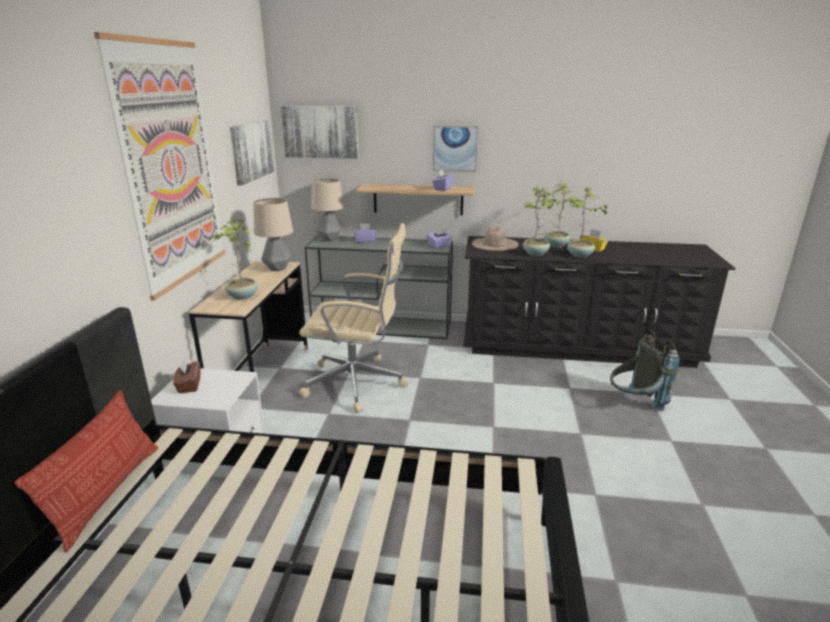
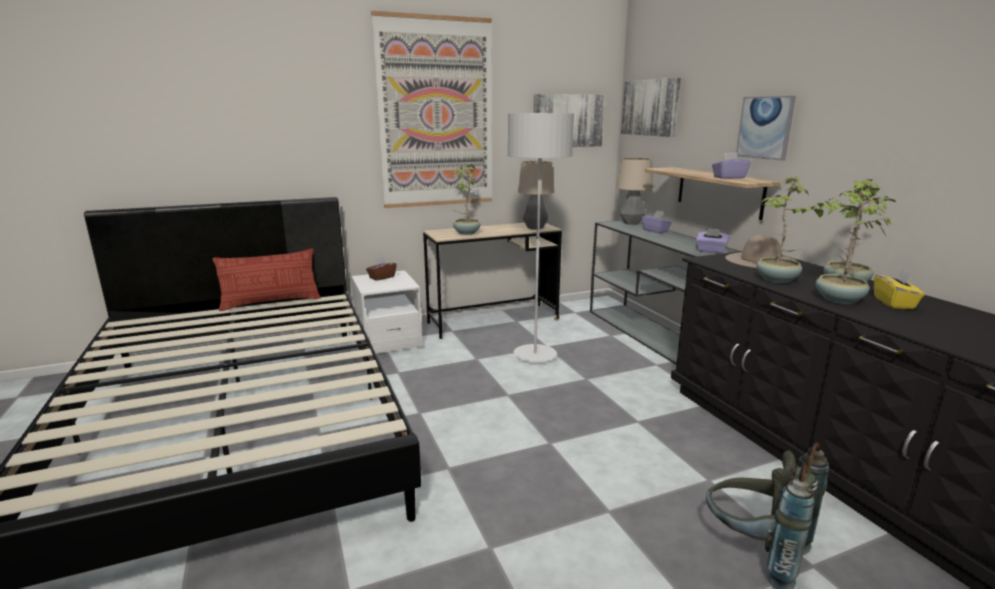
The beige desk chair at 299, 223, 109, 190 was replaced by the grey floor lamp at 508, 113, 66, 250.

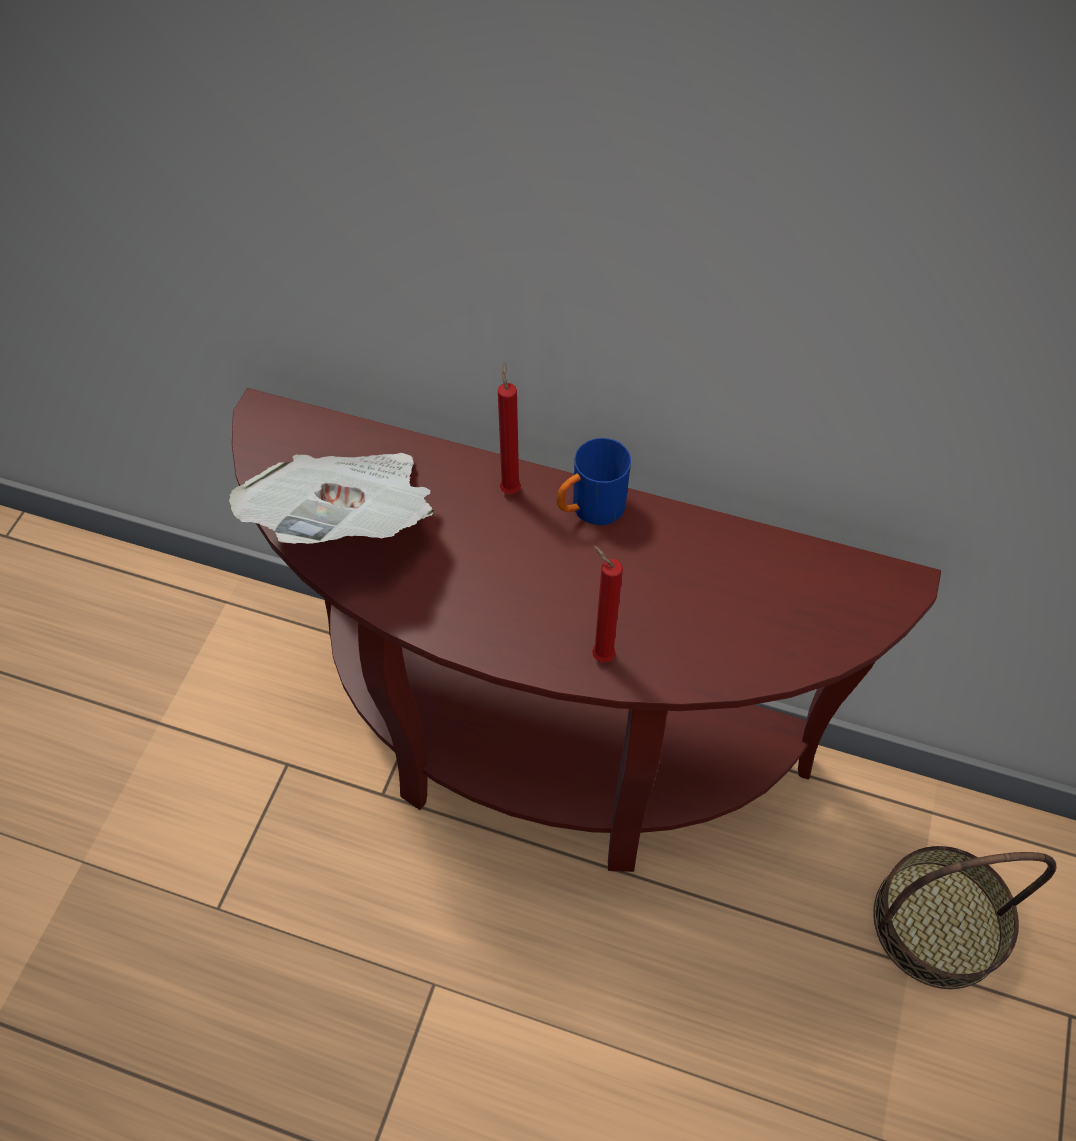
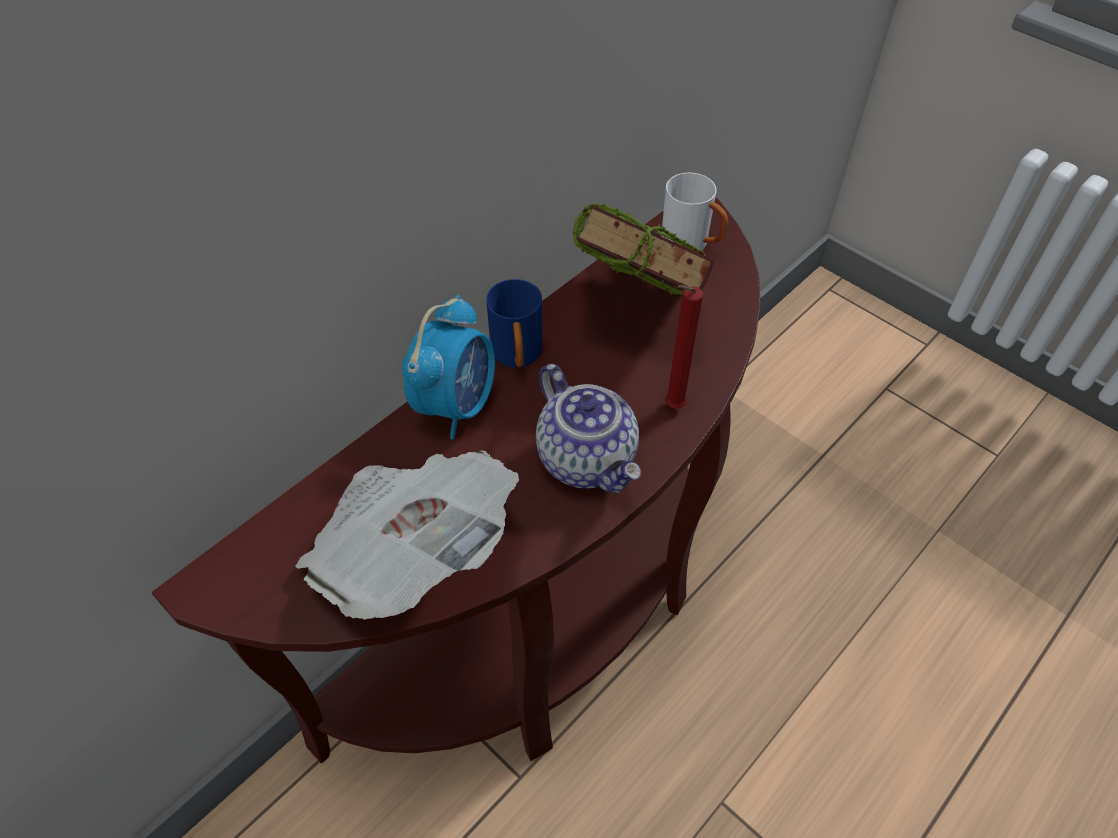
The red candle at 498, 362, 23, 132 was replaced by the bedside clock at 402, 295, 93, 145.
The storage basket at 873, 846, 184, 143 disappeared.
The teapot at 536, 364, 105, 129 appeared.
The volume at 573, 203, 142, 93 appeared.
The whitish mug at 662, 173, 66, 77 appeared.

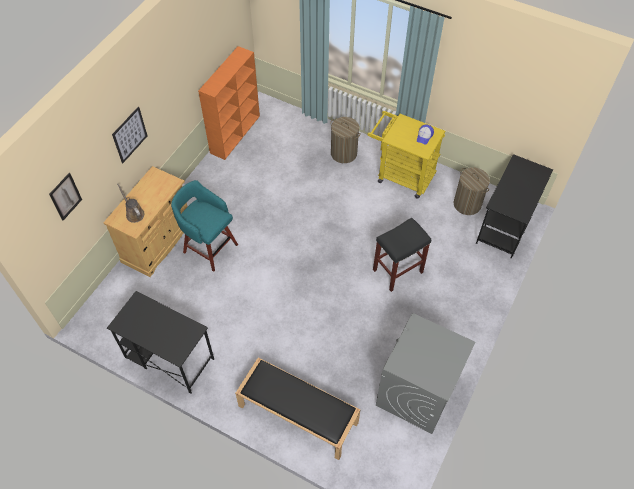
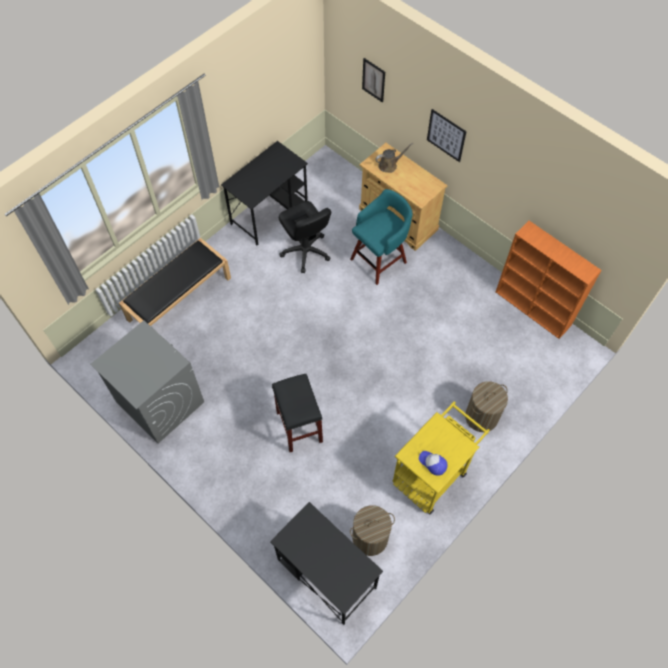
The black-coloured desk chair at 279, 201, 52, 72 appeared.

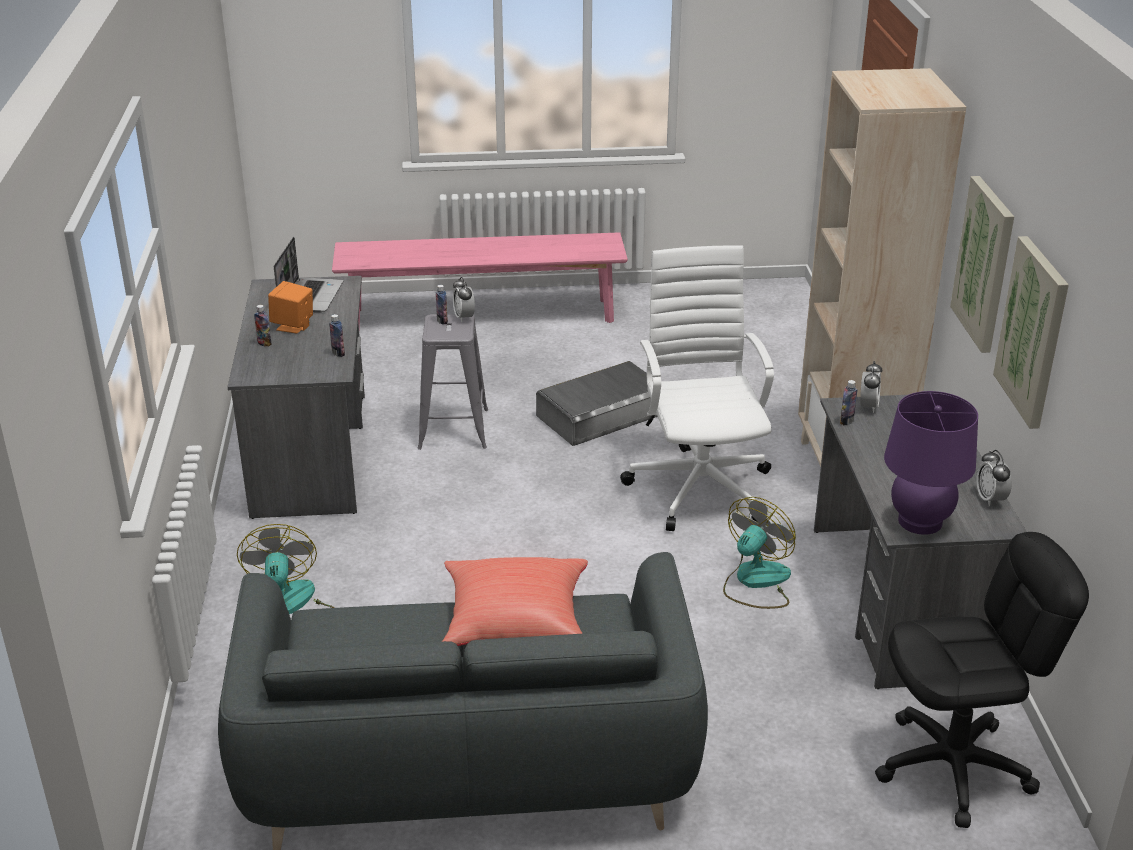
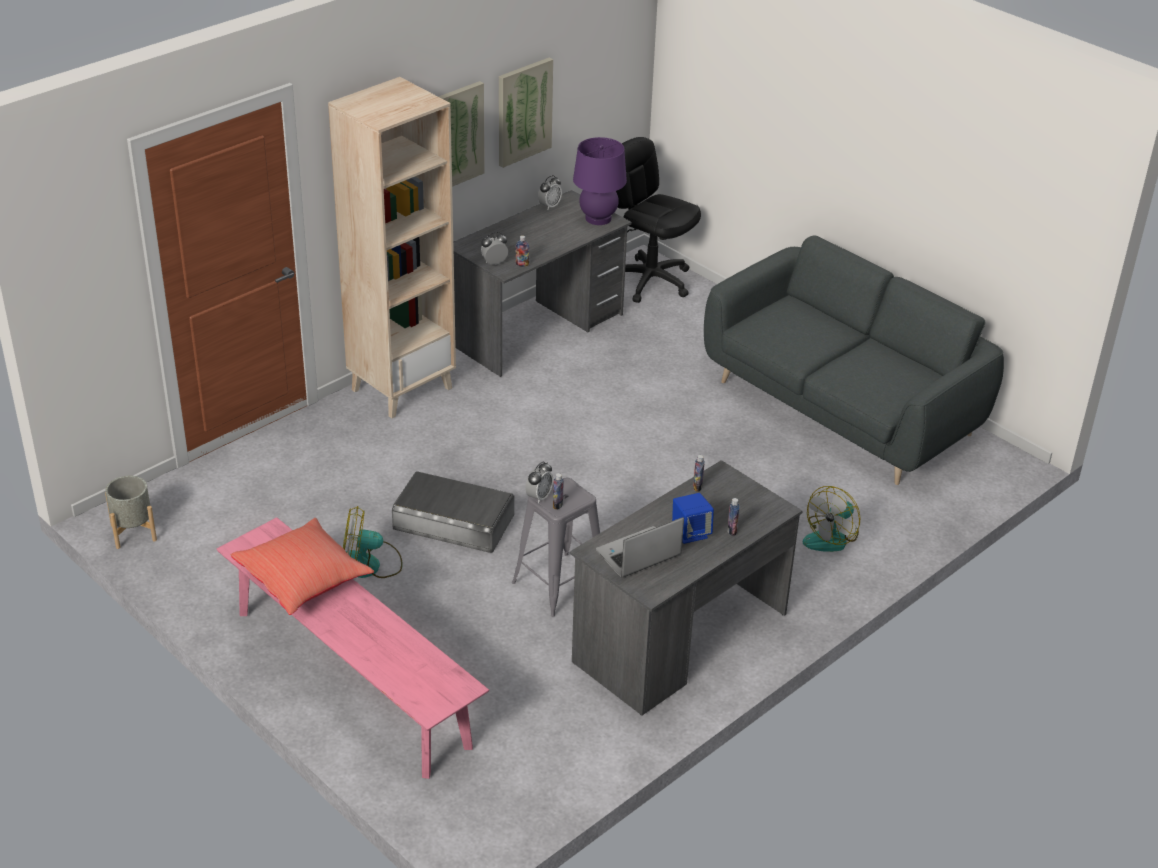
The orange-coloured speaker at 268, 281, 45, 52 became the blue speaker at 672, 493, 42, 51.
The red throw pillow moved from 442, 557, 146, 89 to 231, 518, 143, 97.
The whitish desk chair at 620, 245, 154, 286 disappeared.
The fan moved from 723, 497, 73, 112 to 343, 506, 60, 72.
The grey planter at 105, 476, 52, 73 appeared.

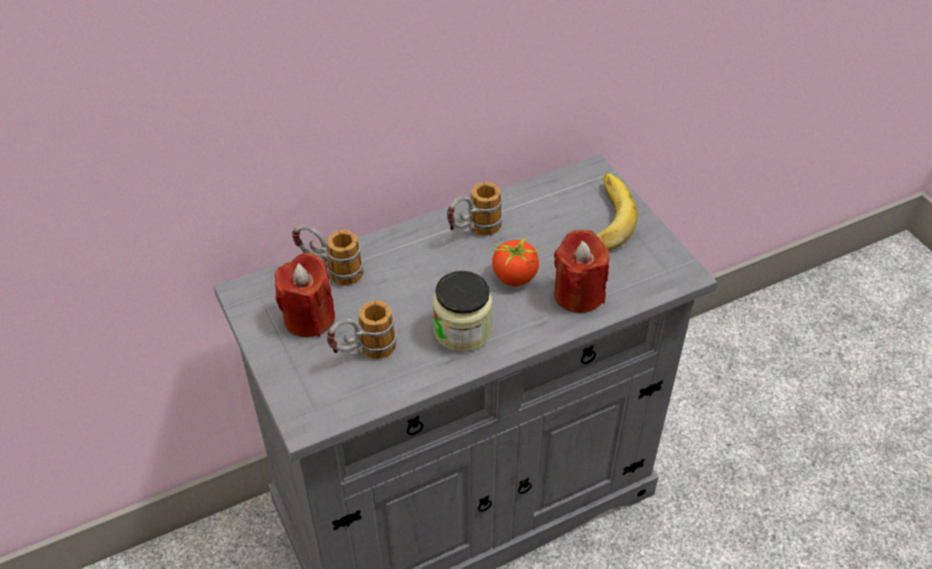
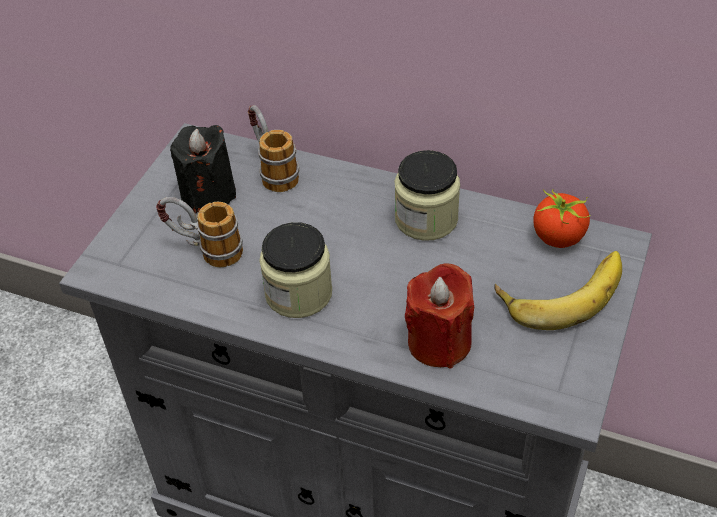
The red candle at 274, 253, 61, 84 became the black-coloured candle at 170, 125, 66, 88.
The mug at 447, 182, 56, 54 was replaced by the preserve jar at 395, 150, 65, 91.
The tomato moved from 492, 236, 50, 50 to 533, 189, 58, 59.

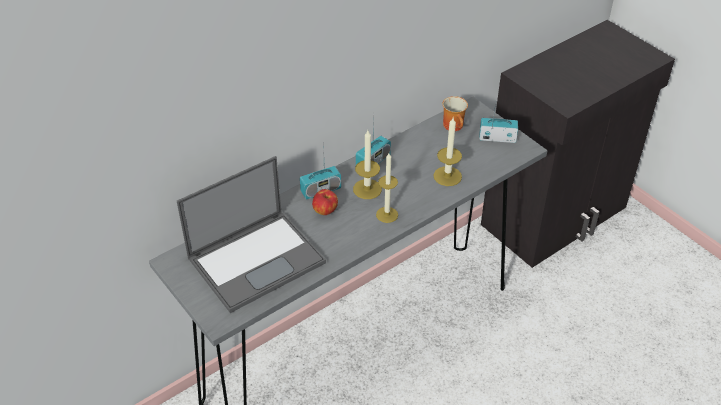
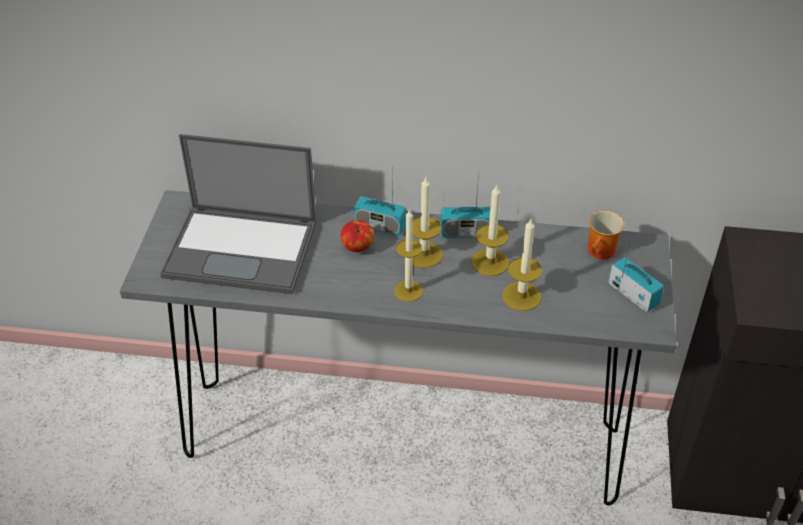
The candle at 471, 185, 38, 91 appeared.

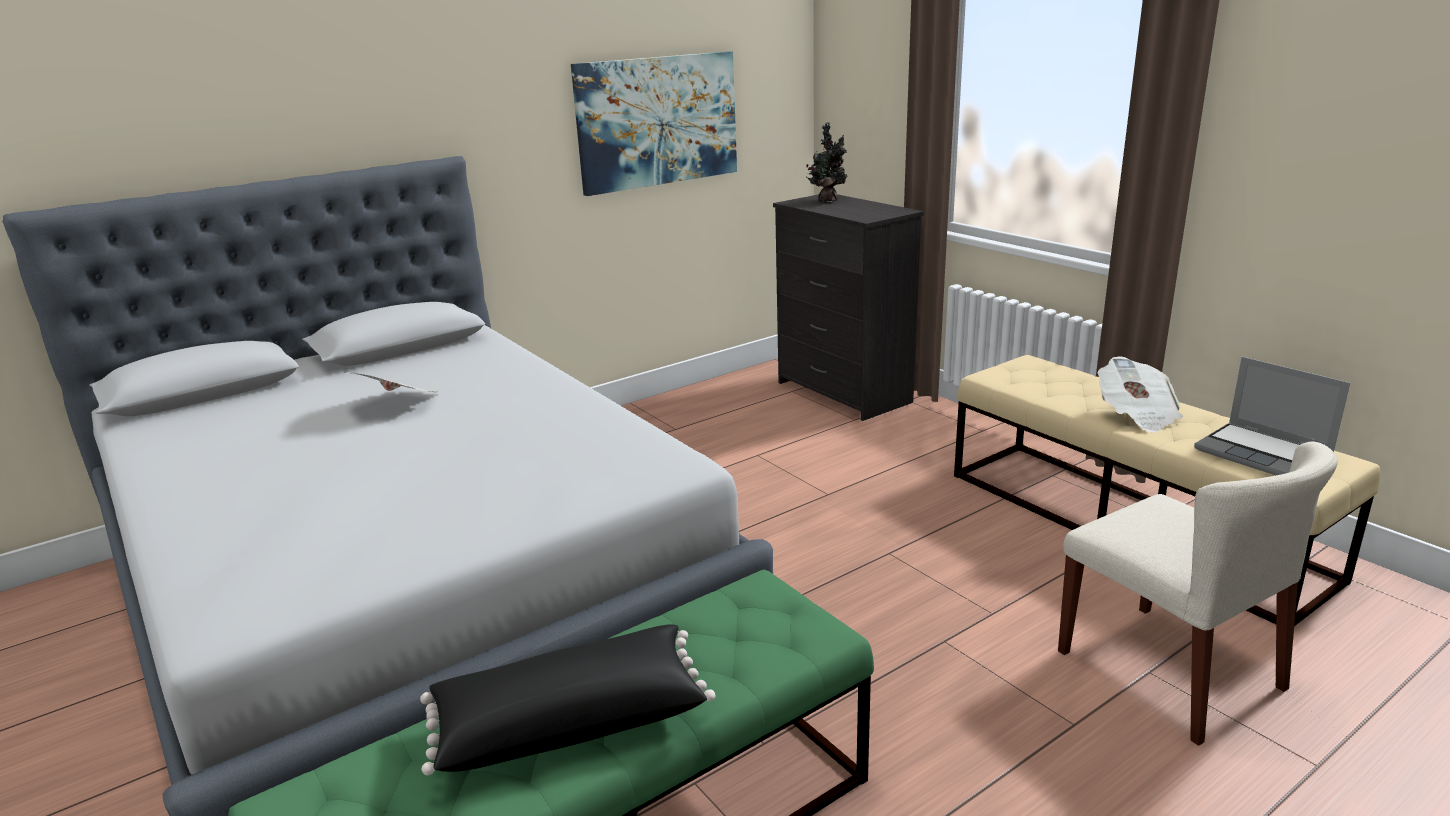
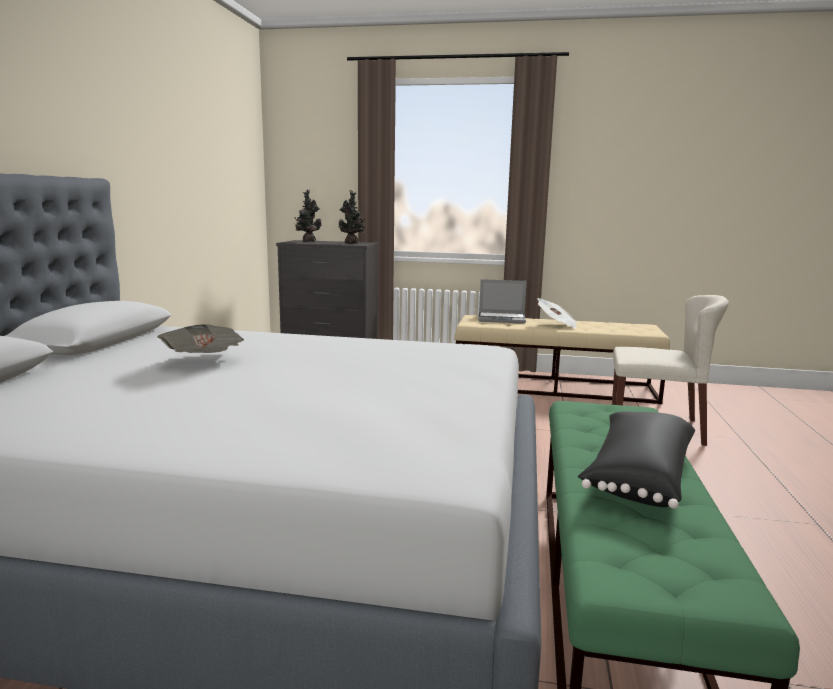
The wall picture at 571, 51, 166, 145 disappeared.
The portable computer moved from 1194, 357, 156, 118 to 478, 279, 49, 45.
The plant in a pot at 338, 190, 27, 54 appeared.

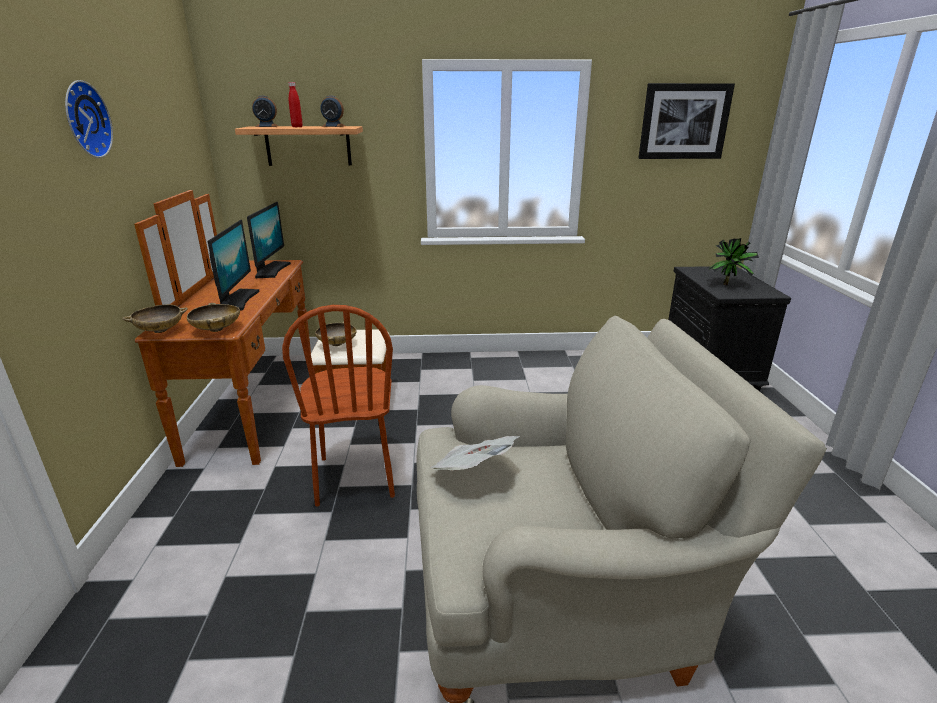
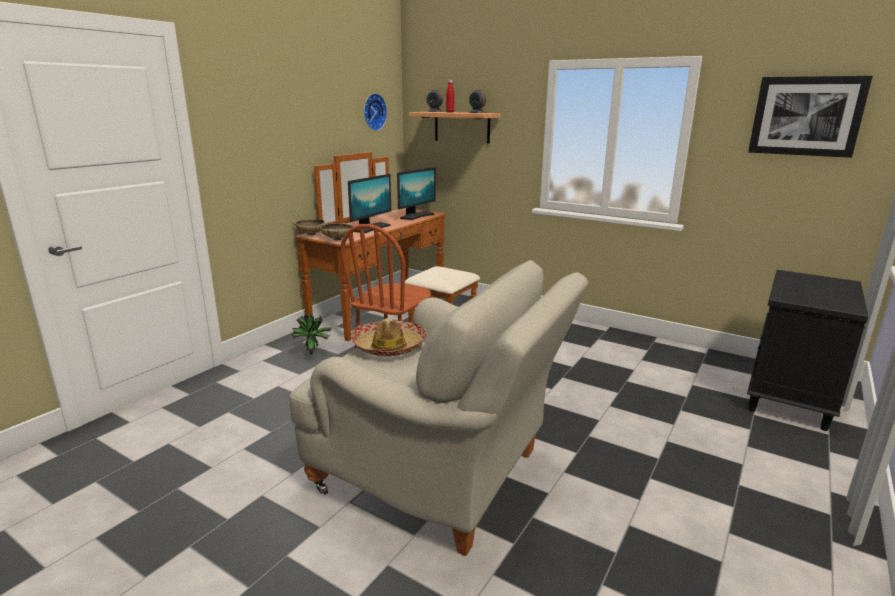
The clock on the wall moved from 65, 80, 48, 78 to 364, 93, 23, 38.
The beige serving bowl at 315, 322, 42, 24 disappeared.
The daily paper at 430, 436, 90, 34 was replaced by the wearable hat at 350, 318, 77, 38.
The plant in a pot moved from 709, 238, 50, 48 to 291, 314, 41, 41.

